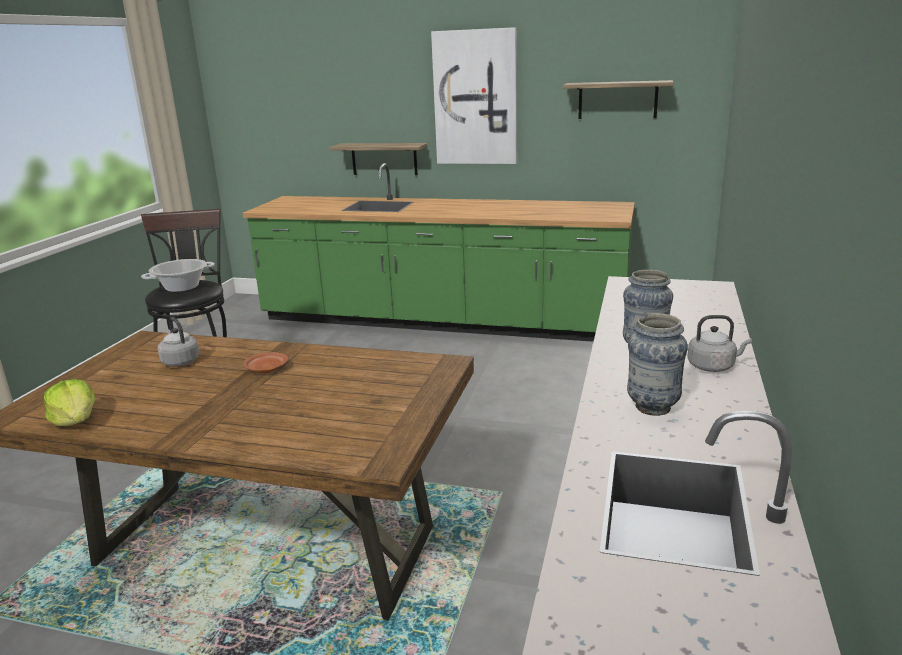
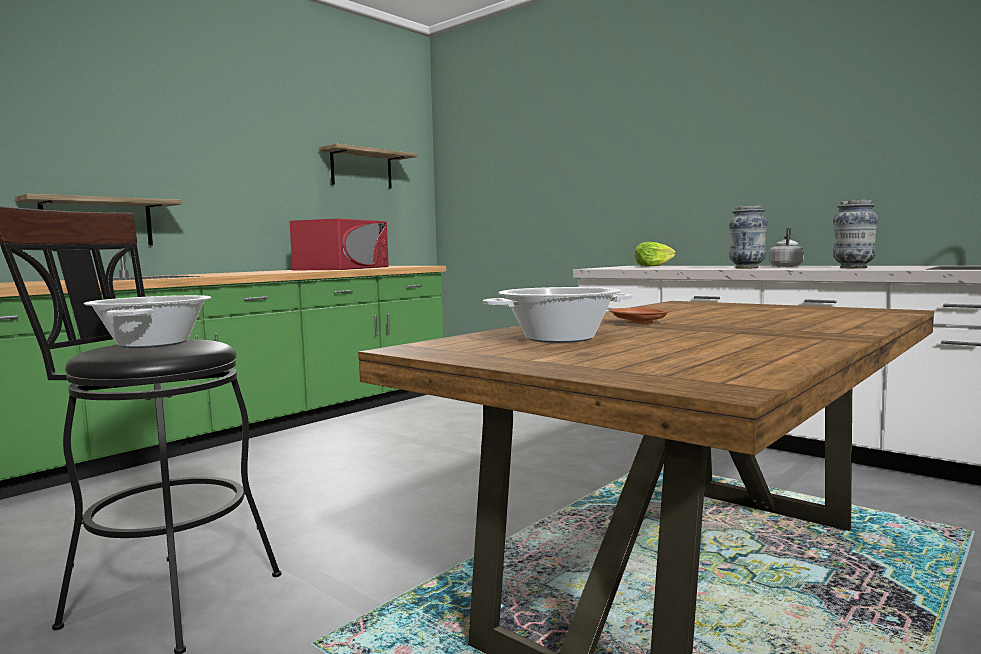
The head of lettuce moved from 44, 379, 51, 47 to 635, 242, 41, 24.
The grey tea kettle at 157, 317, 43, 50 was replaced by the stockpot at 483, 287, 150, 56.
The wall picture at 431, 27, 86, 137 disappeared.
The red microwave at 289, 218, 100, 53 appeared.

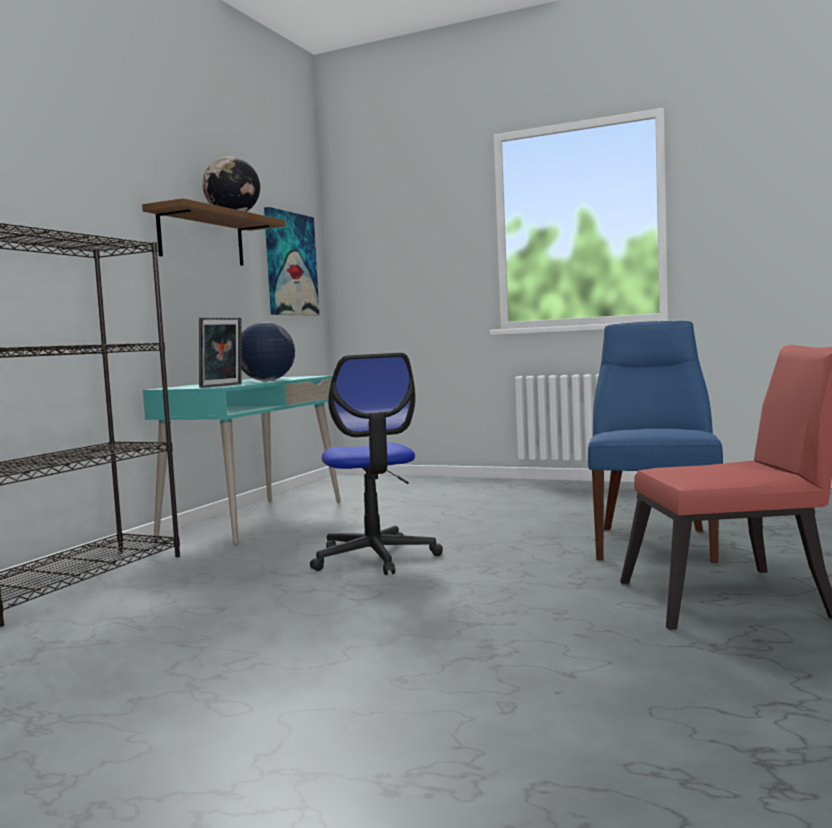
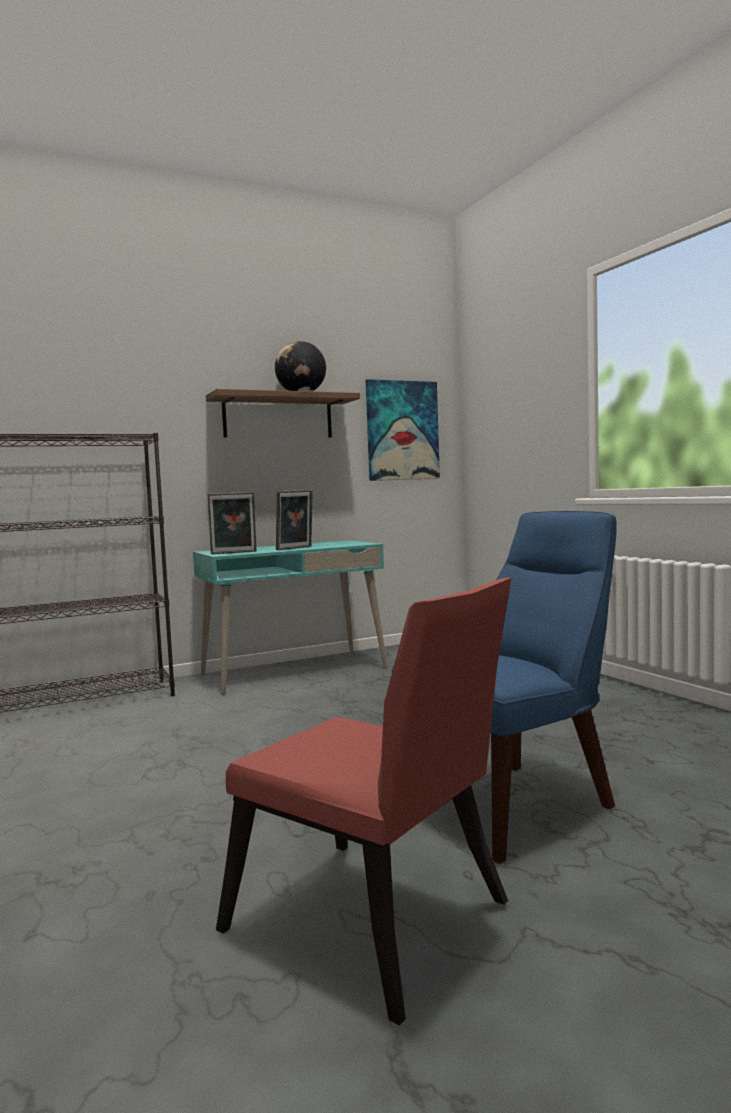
The desk globe at 241, 322, 54, 59 was replaced by the standing frame at 276, 490, 37, 60.
The desk chair at 310, 353, 133, 222 disappeared.

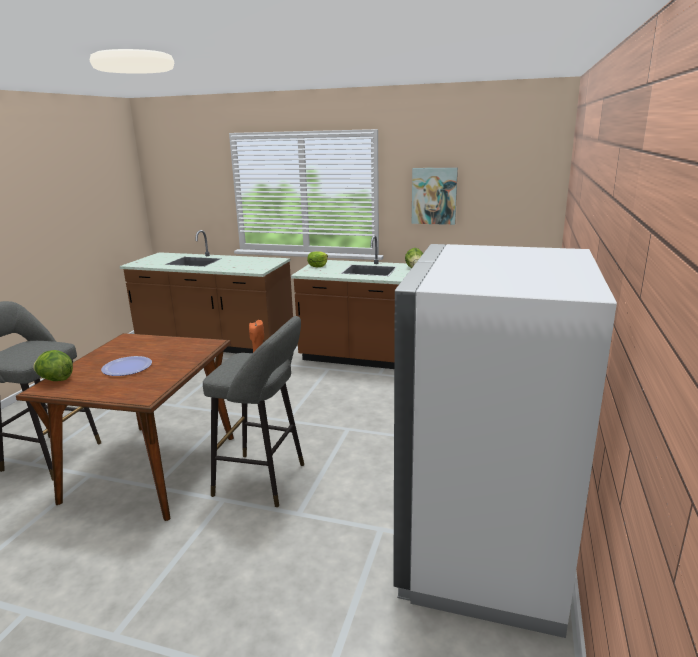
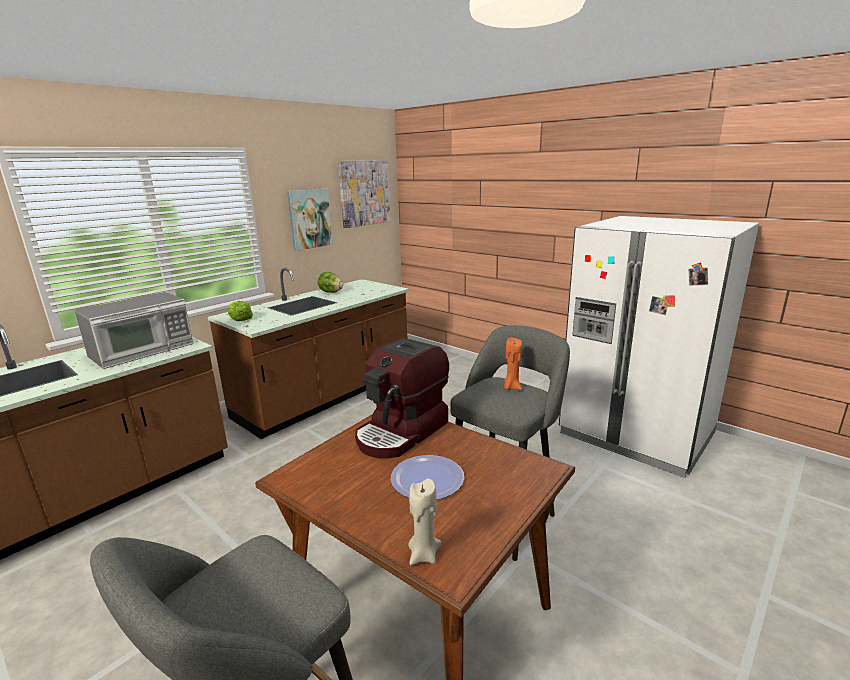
The head of lettuce at 33, 350, 40, 31 was replaced by the beige candle at 408, 479, 33, 86.
The microwave at 74, 292, 120, 77 appeared.
The wall picture at 338, 160, 53, 68 appeared.
The coffee brewer at 355, 338, 94, 120 appeared.

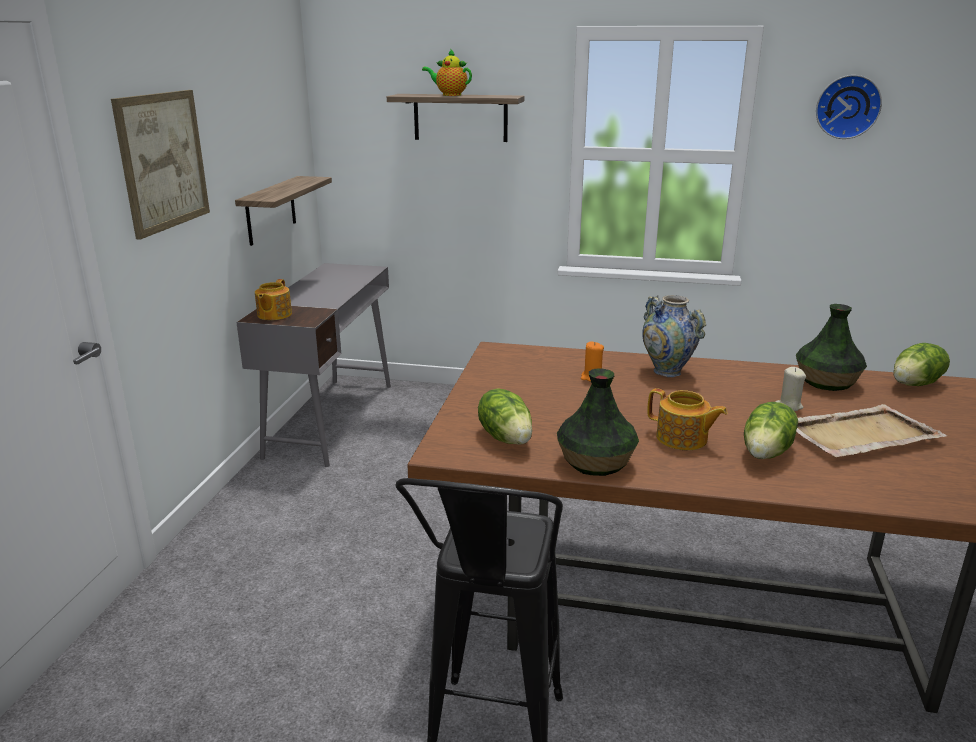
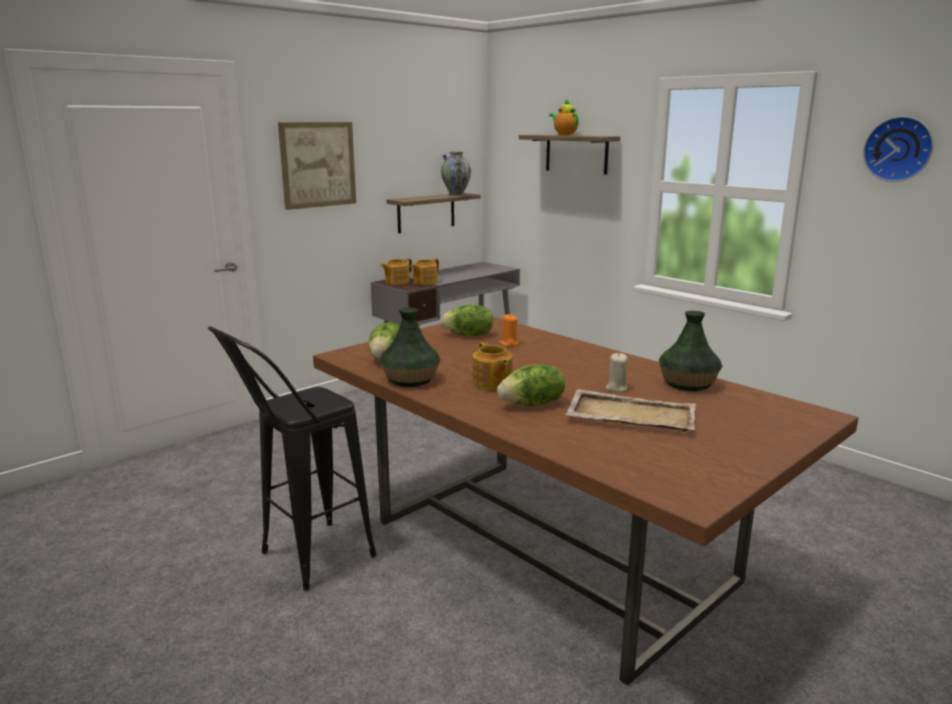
The flower vase moved from 642, 295, 64, 82 to 441, 151, 30, 45.
The head of lettuce moved from 894, 343, 56, 43 to 440, 305, 53, 31.
The teapot at 411, 258, 28, 27 appeared.

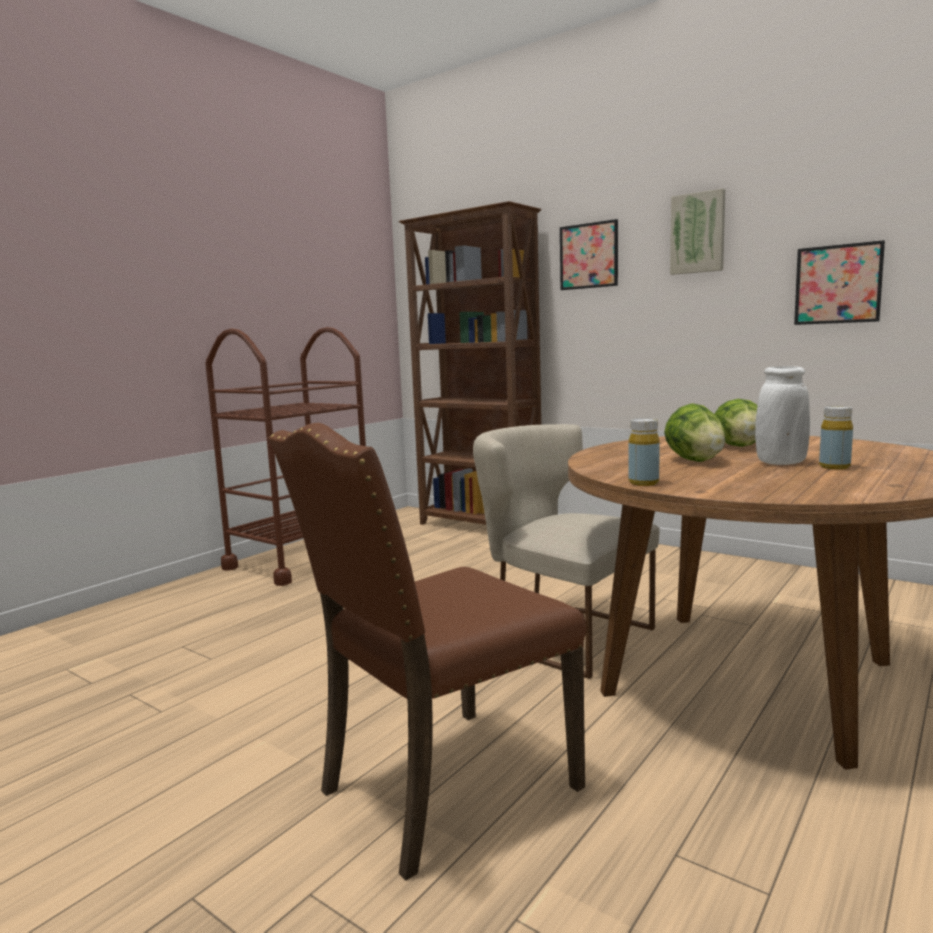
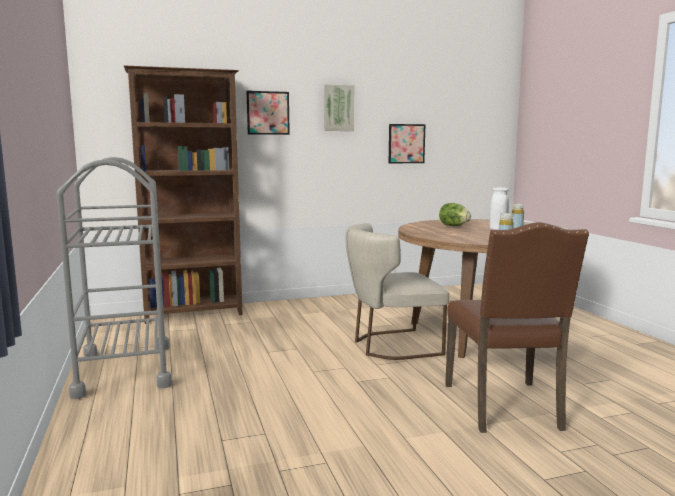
The brown cart at 205, 327, 161, 259 became the grey cart at 57, 157, 115, 242.
The head of lettuce at 664, 403, 61, 59 disappeared.

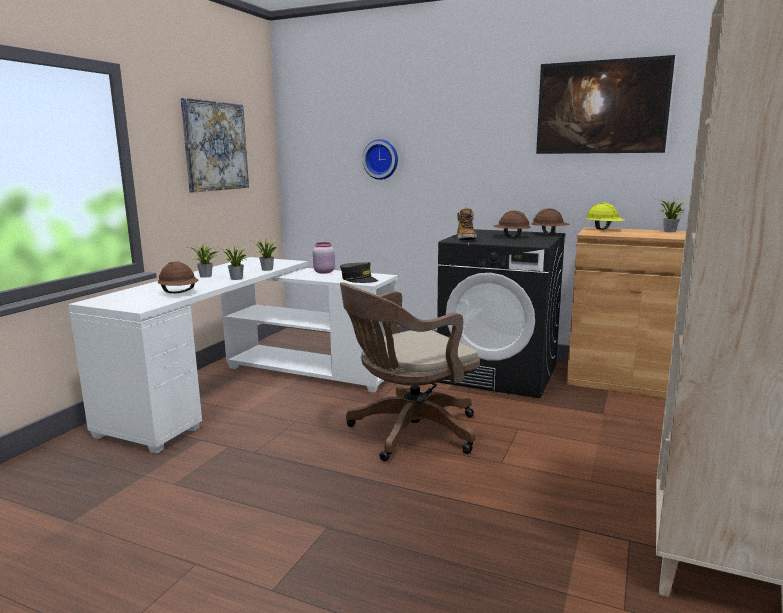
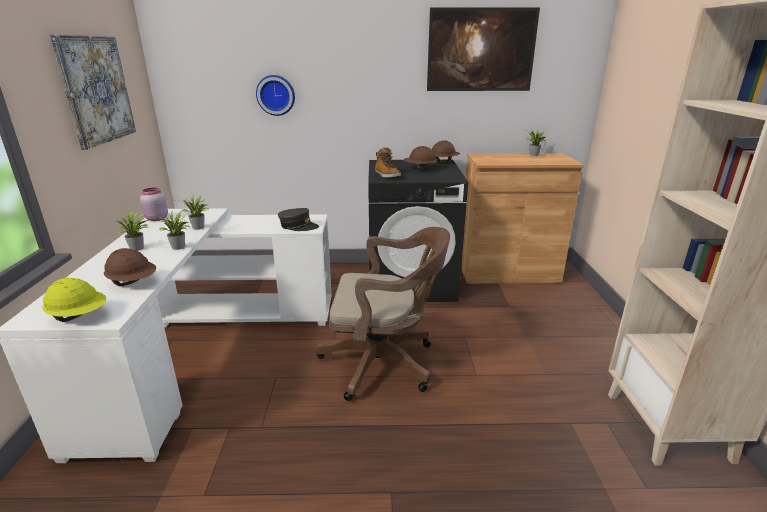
The pinkish preserve jar moved from 313, 242, 22, 32 to 140, 188, 28, 33.
The brown desk chair at 340, 282, 140, 179 turned 120 degrees counterclockwise.
The yellowish work helmet moved from 585, 203, 40, 27 to 42, 278, 64, 44.

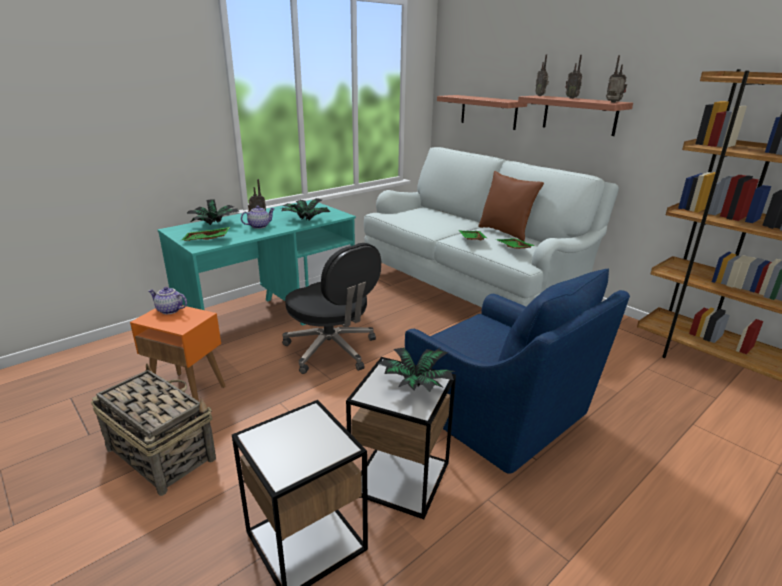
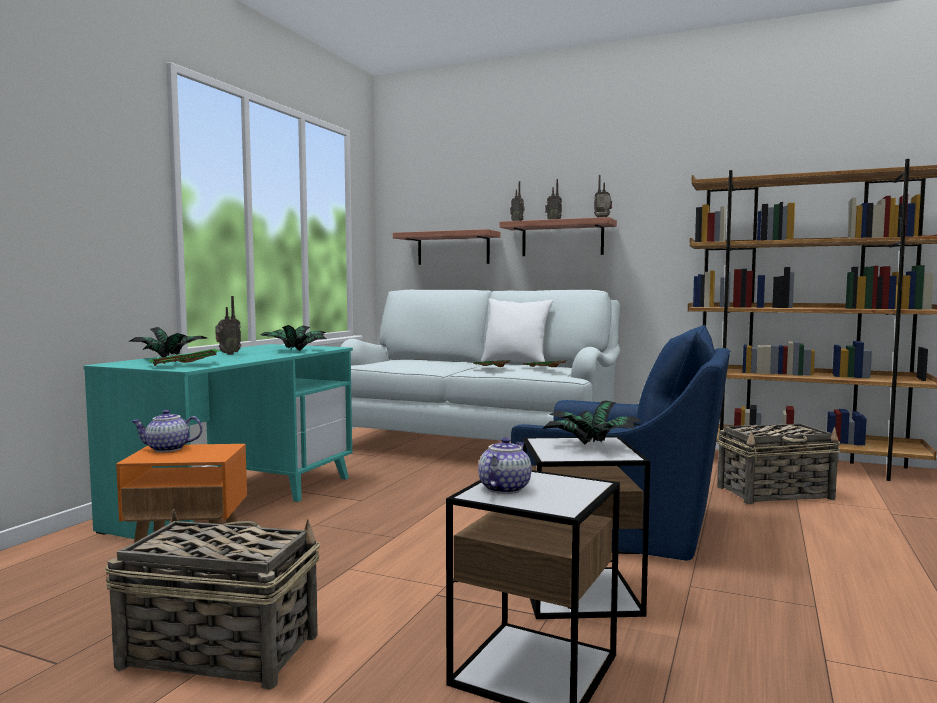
The teapot moved from 241, 206, 34, 23 to 478, 437, 53, 57.
The black-coloured desk chair at 282, 243, 99, 131 disappeared.
The brown throw pillow at 478, 171, 66, 70 became the whitish throw pillow at 481, 298, 72, 65.
The storage basket at 717, 424, 123, 80 appeared.

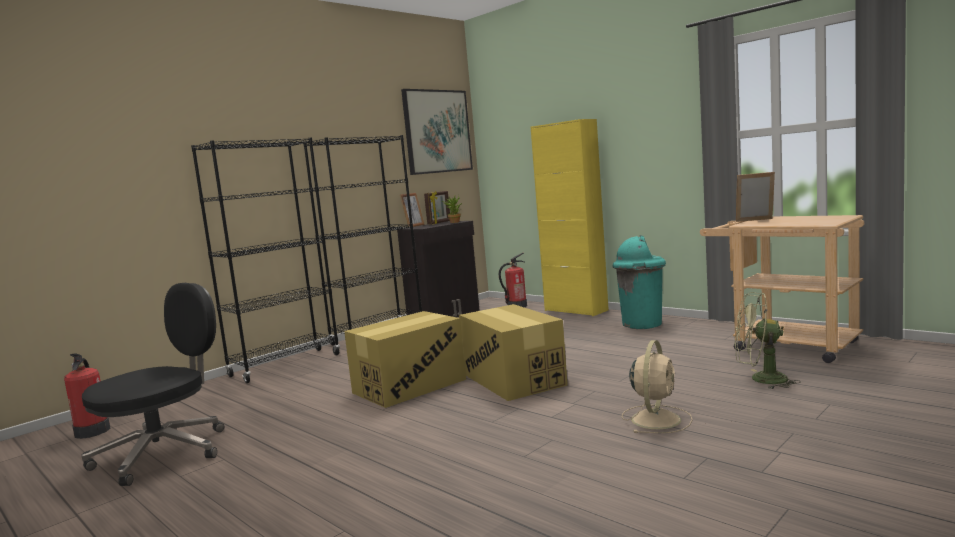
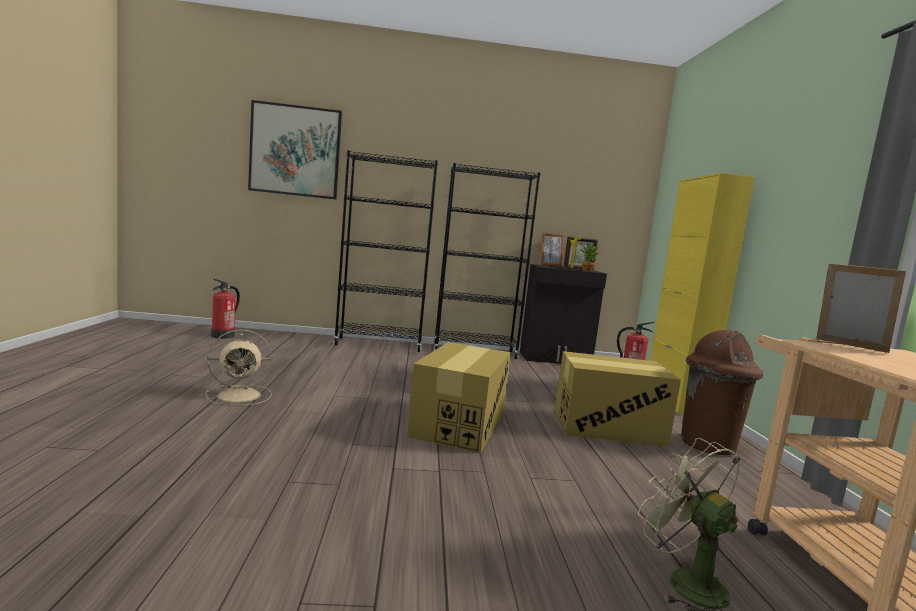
The black-coloured desk chair at 81, 283, 144, 203 disappeared.
The cardboard box moved from 344, 311, 122, 97 to 555, 351, 126, 96.
The wall picture moved from 401, 89, 72, 86 to 248, 100, 94, 100.
The blue-green waste bin at 613, 235, 53, 94 became the brown waste bin at 681, 330, 82, 125.
The beige fan moved from 622, 340, 71, 93 to 206, 330, 67, 76.

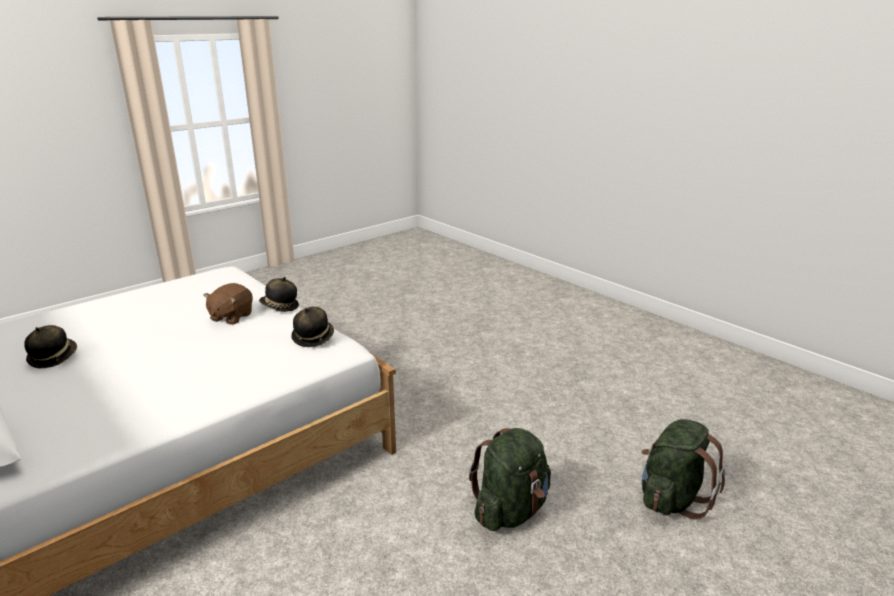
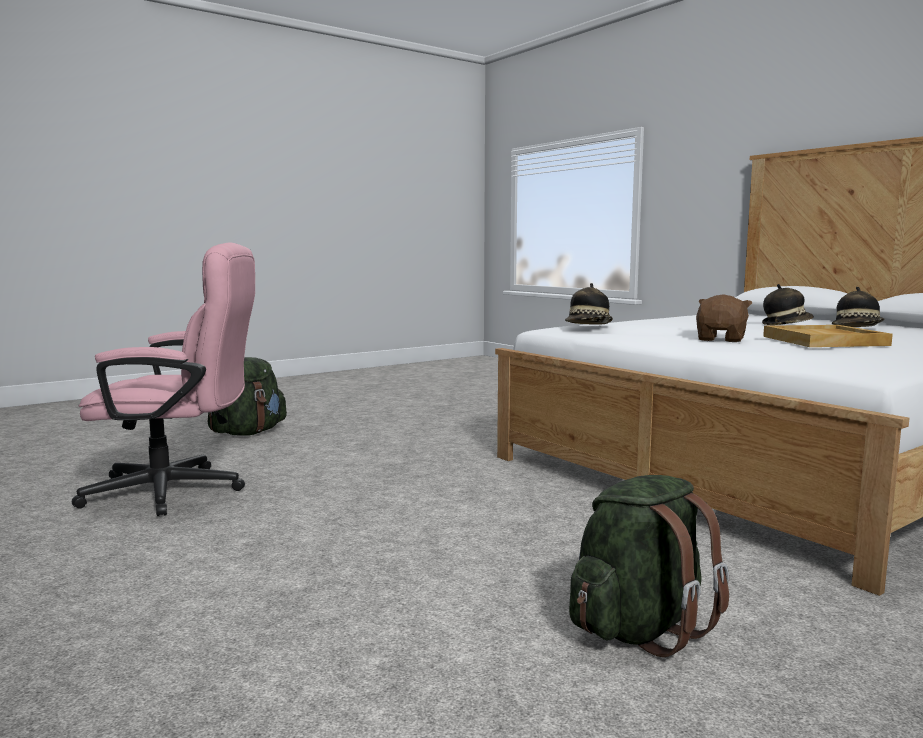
The wearable hat moved from 259, 277, 40, 35 to 762, 284, 52, 41.
The greenish knapsack moved from 469, 428, 82, 103 to 569, 475, 160, 182.
The pinkish desk chair at 72, 243, 183, 273 appeared.
The beige tray at 763, 325, 130, 22 appeared.

